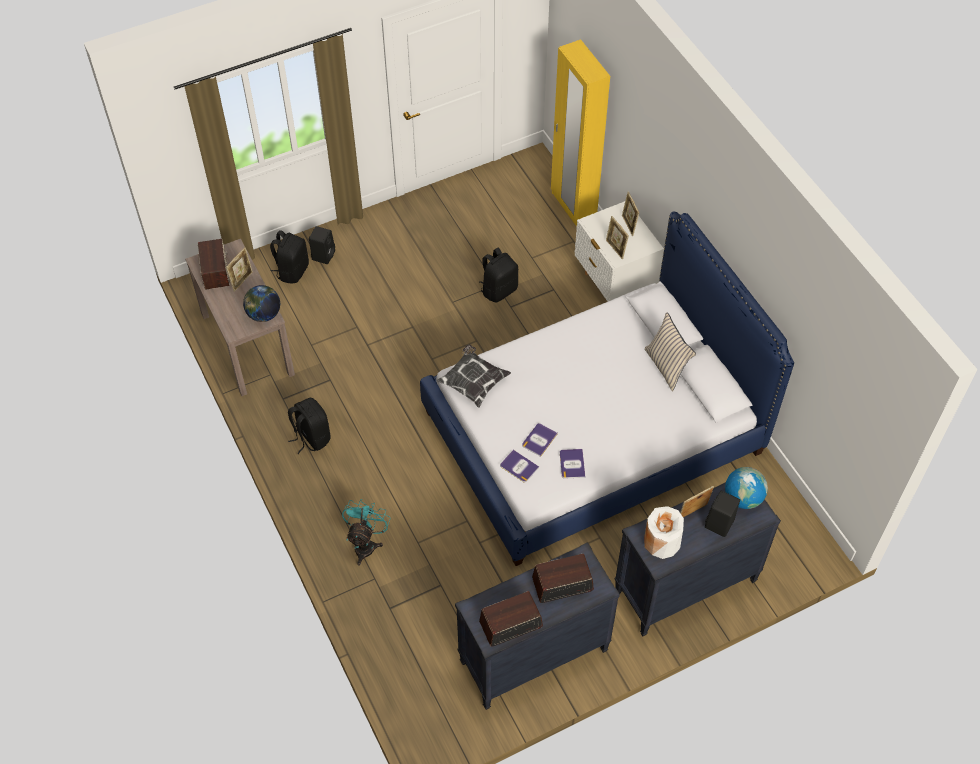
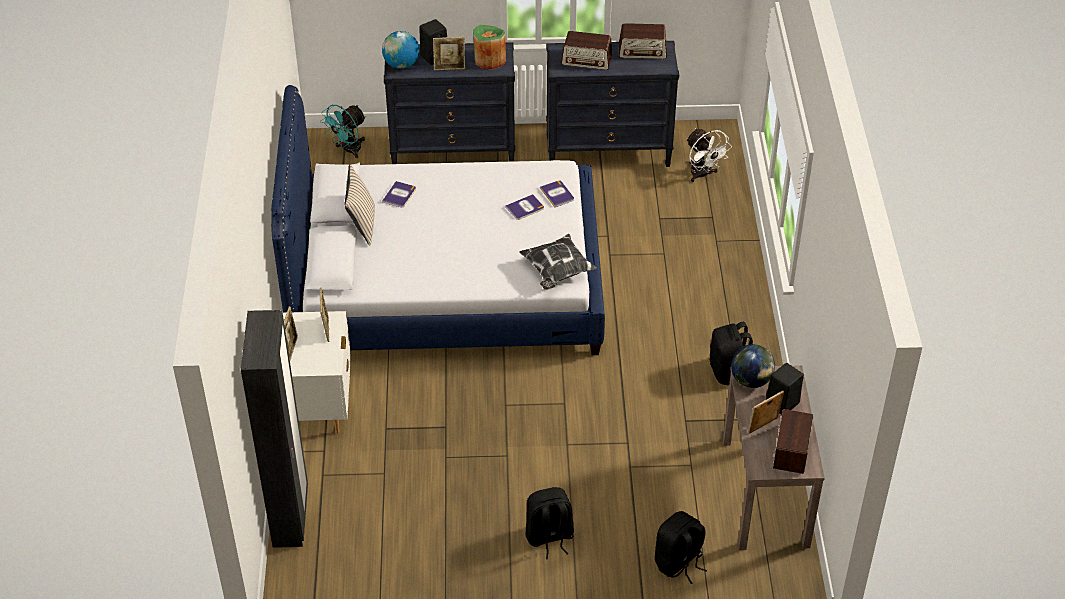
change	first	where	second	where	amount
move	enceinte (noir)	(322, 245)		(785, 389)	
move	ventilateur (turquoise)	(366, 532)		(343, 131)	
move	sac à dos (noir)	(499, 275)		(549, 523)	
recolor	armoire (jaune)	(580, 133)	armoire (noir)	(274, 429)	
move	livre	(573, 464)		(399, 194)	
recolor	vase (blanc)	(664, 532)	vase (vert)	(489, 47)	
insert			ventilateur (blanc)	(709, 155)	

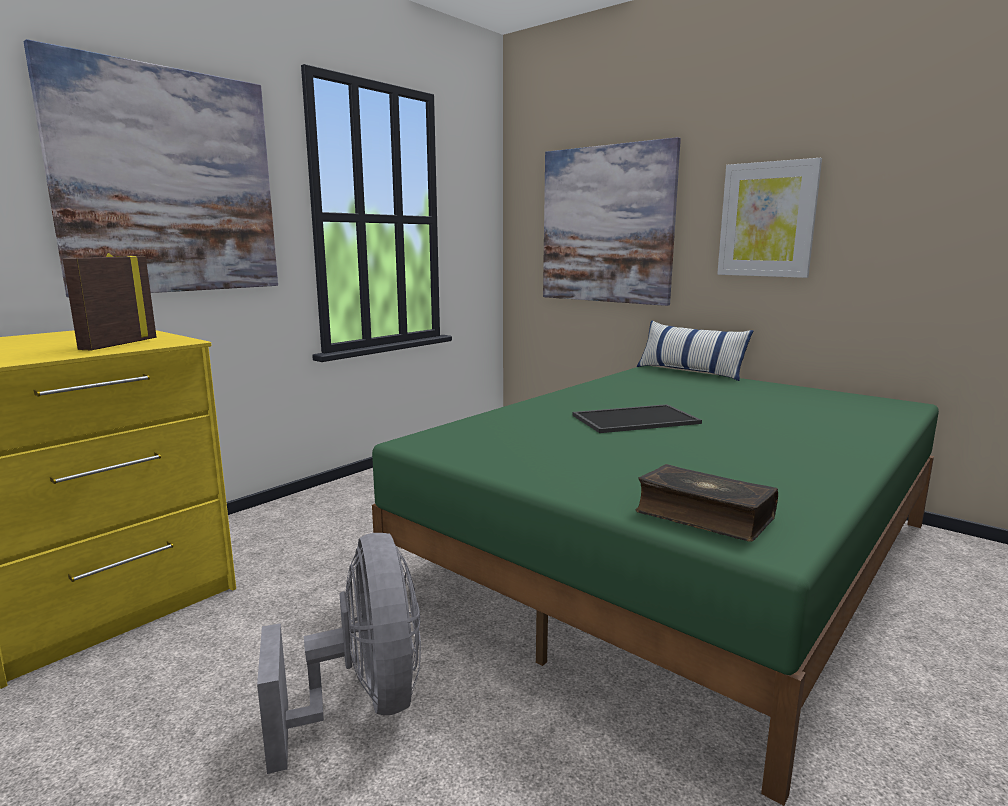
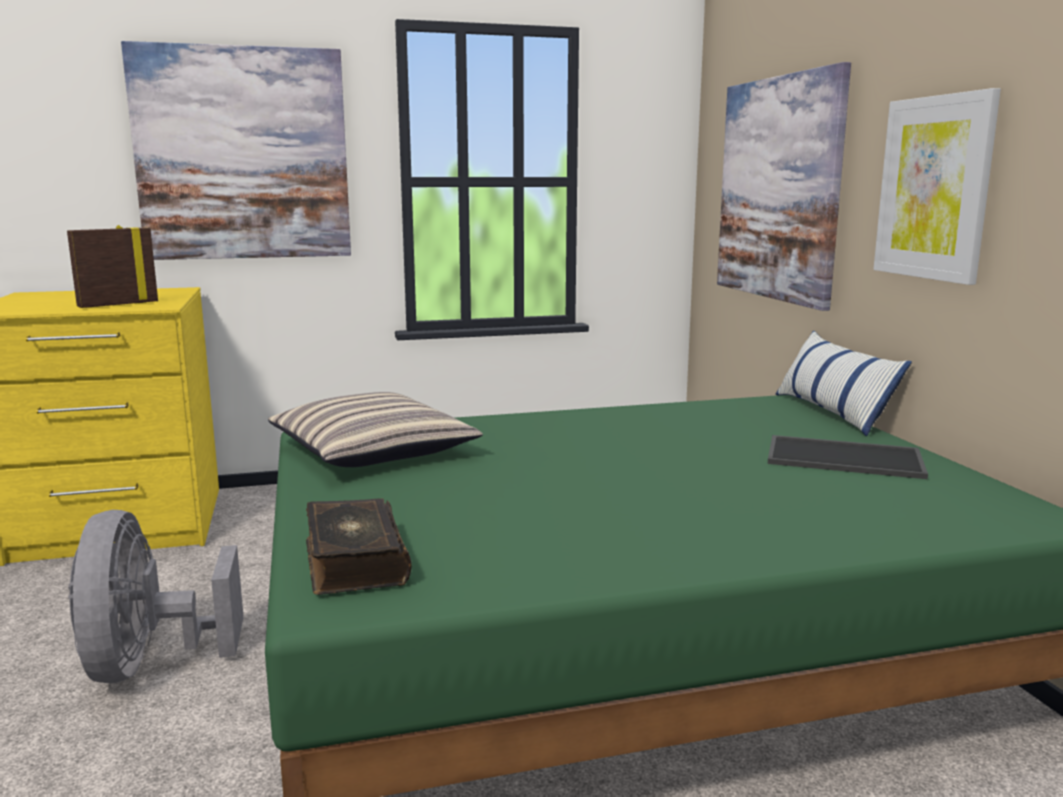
change	first	where	second	where	amount
rotate	ventilateur (gris)	(339, 653)		(156, 596)	150 degrees clockwise
move	plateau	(637, 418)		(848, 457)	
insert			coussin	(375, 429)	

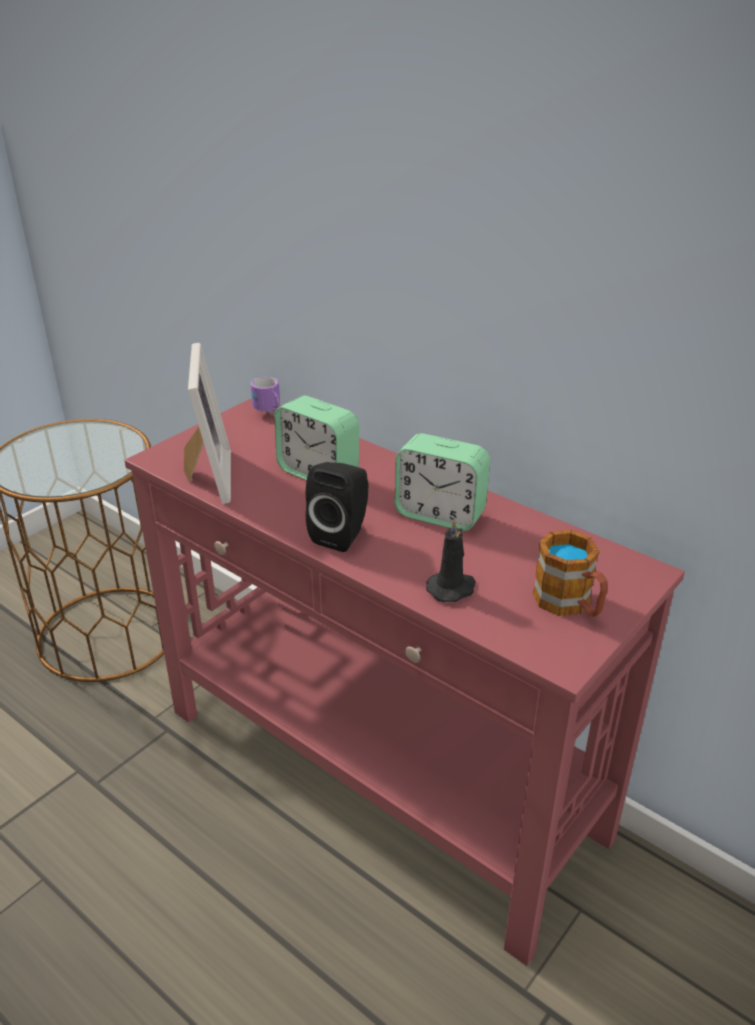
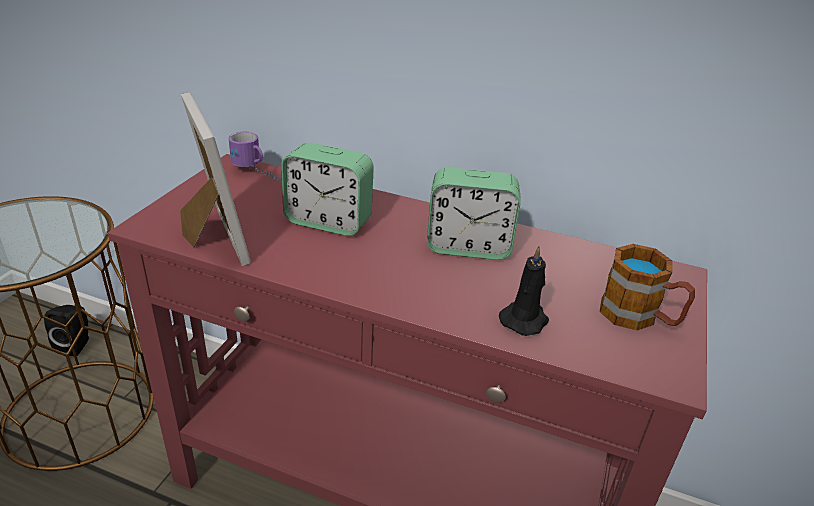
change	first	where	second	where	amount
move	enceinte (noir)	(337, 507)		(66, 330)	

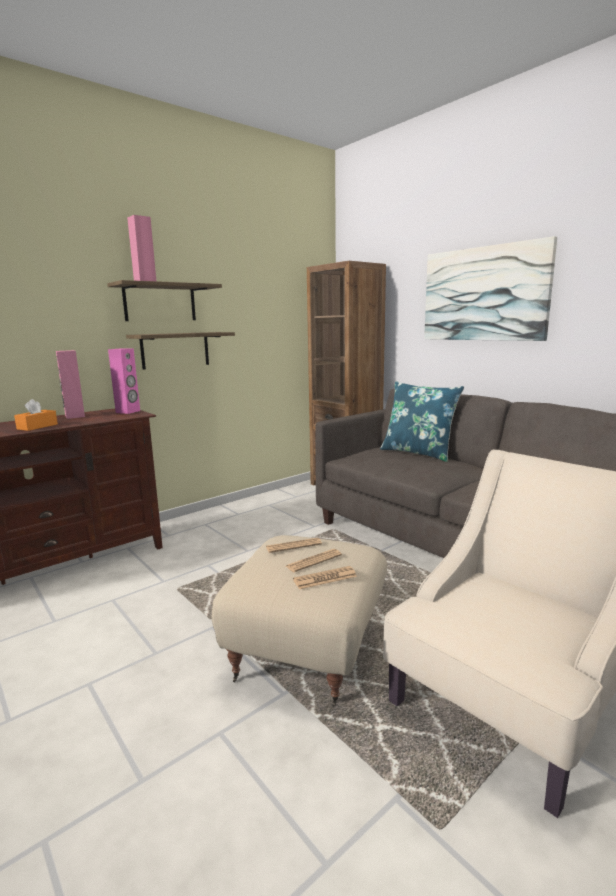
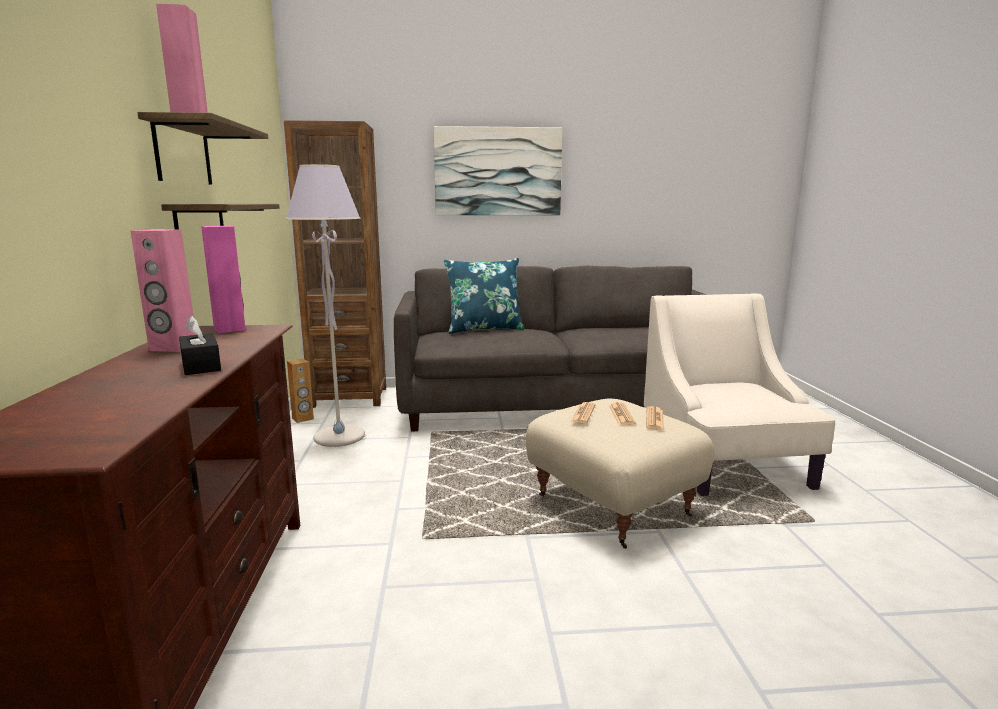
change	first	where	second	where	amount
recolor	boîte à mouchoirs (orange)	(36, 415)	boîte à mouchoirs (noir)	(200, 345)	
insert			lampadaire (gris)	(325, 305)	
insert			enceinte (marron)	(300, 391)	

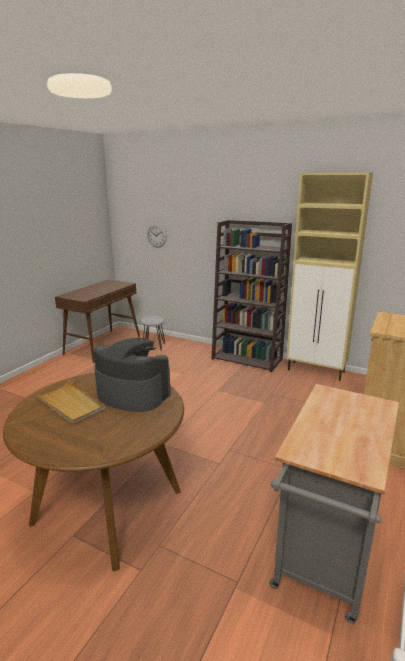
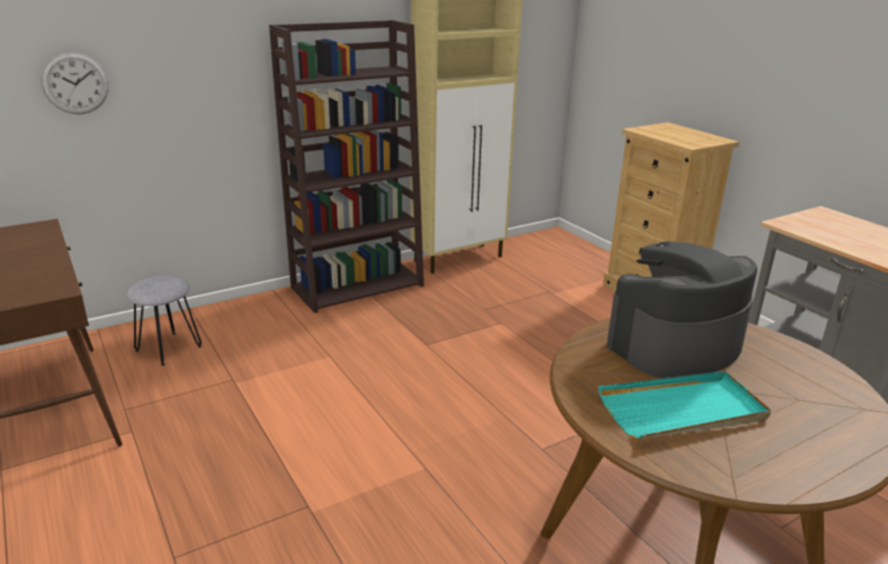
change	first	where	second	where	amount
recolor	plateau (beige)	(69, 402)	plateau (turquoise)	(684, 405)	

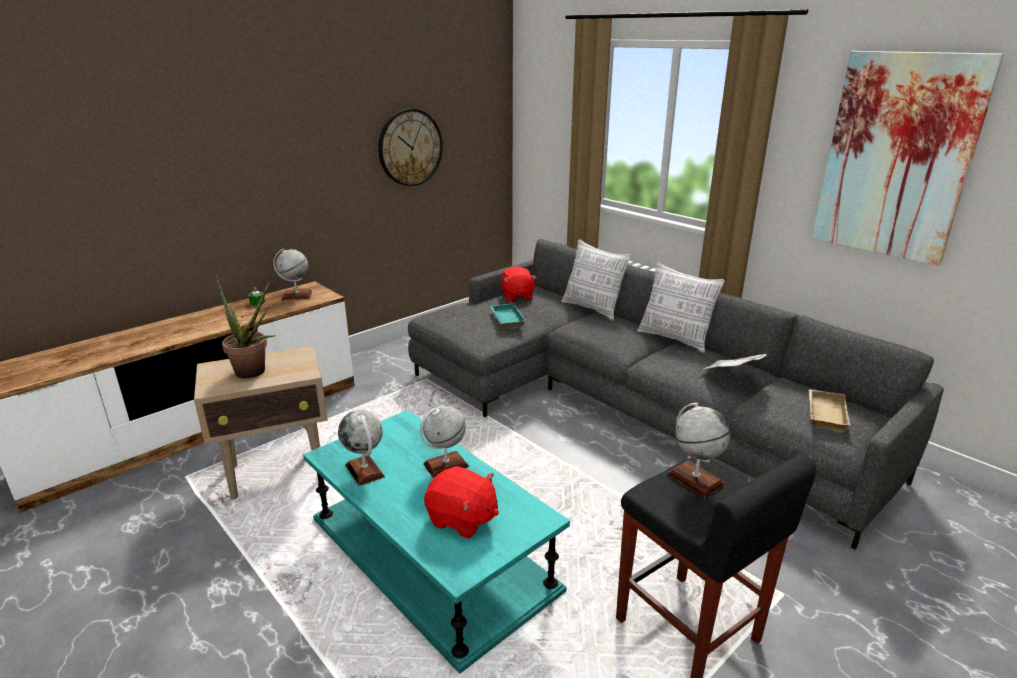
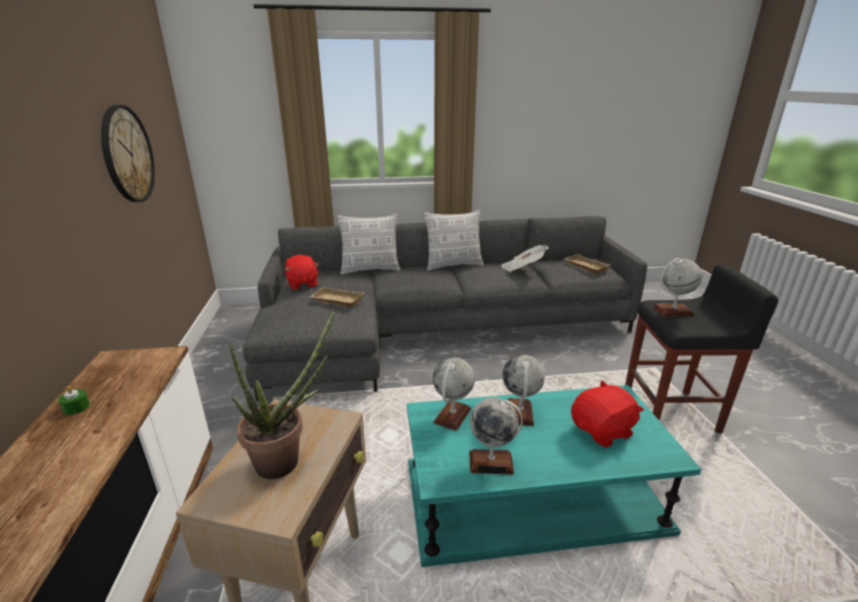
change	first	where	second	where	amount
move	globe	(292, 274)		(454, 394)	
recolor	plateau (turquoise)	(508, 315)	plateau (beige)	(337, 297)	
rotate	peluche (rouge)	(519, 284)		(301, 272)	45 degrees clockwise
delete	tableau	(908, 158)			

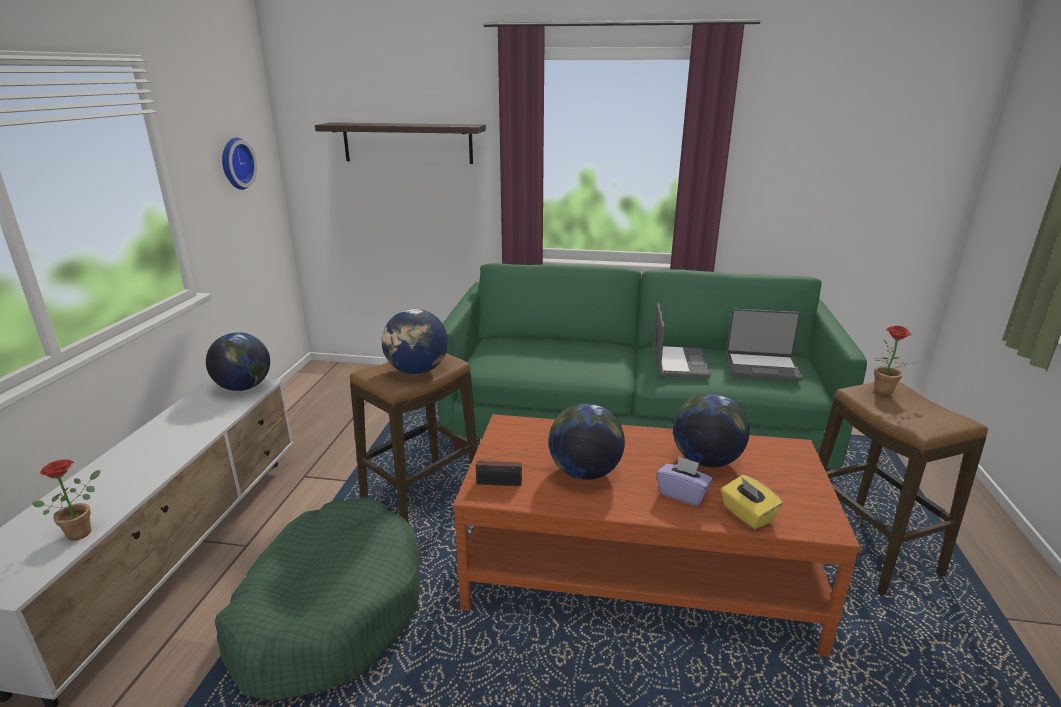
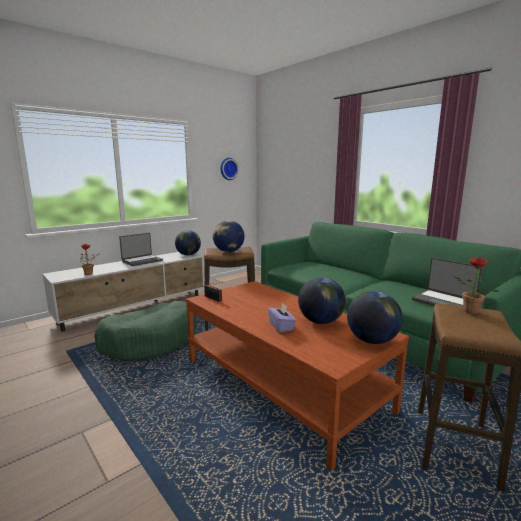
change	first	where	second	where	amount
delete	étagère	(400, 143)			
move	globe	(587, 441)		(375, 317)	
move	ordinateur portable	(682, 340)		(141, 249)	
delete	boîte à mouchoirs (jaune)	(752, 502)			

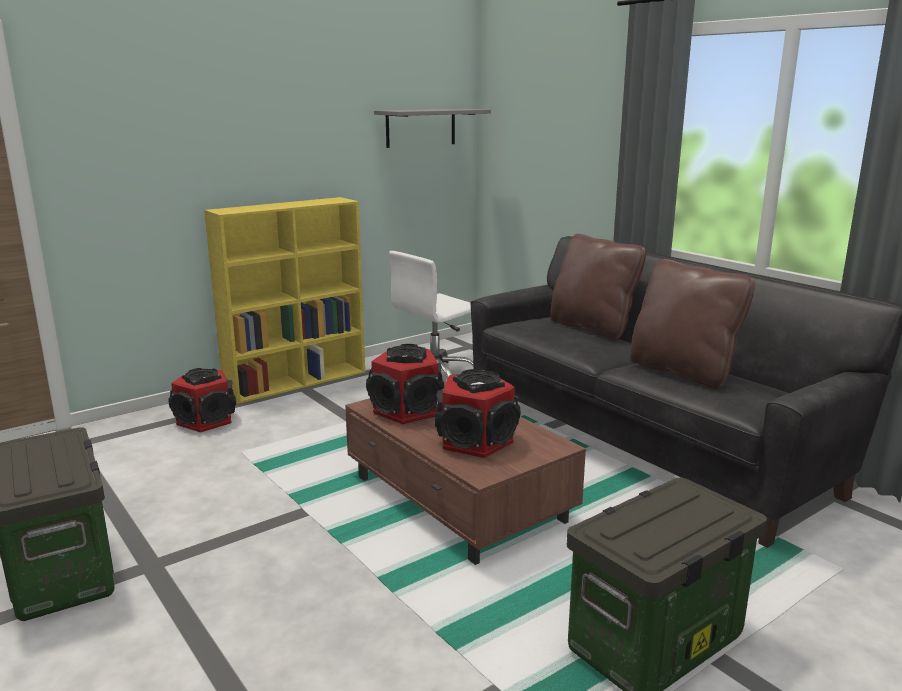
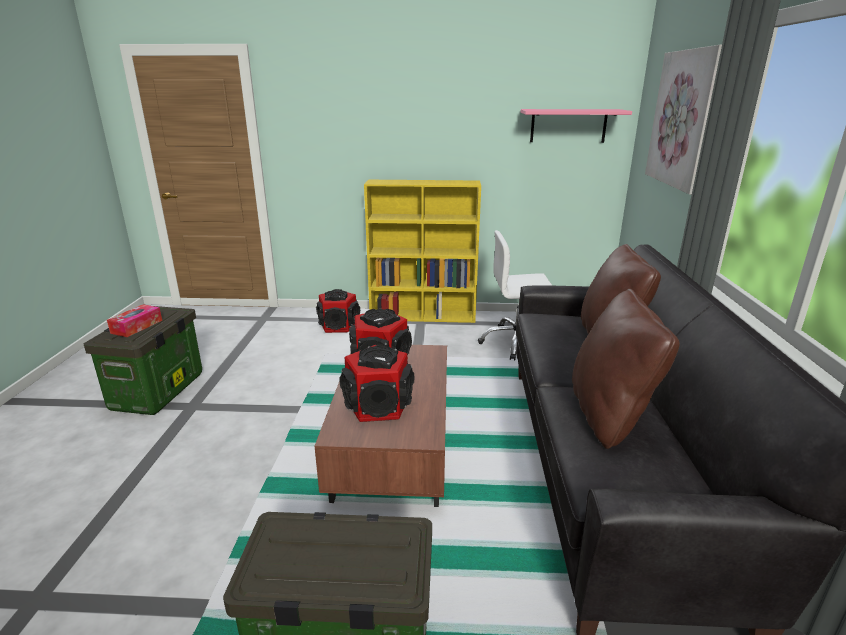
change	first	where	second	where	amount
recolor	étagère (gris)	(432, 128)	étagère (rose)	(576, 126)	
insert			boîte à mouchoirs	(134, 320)	
insert			tableau	(683, 120)	

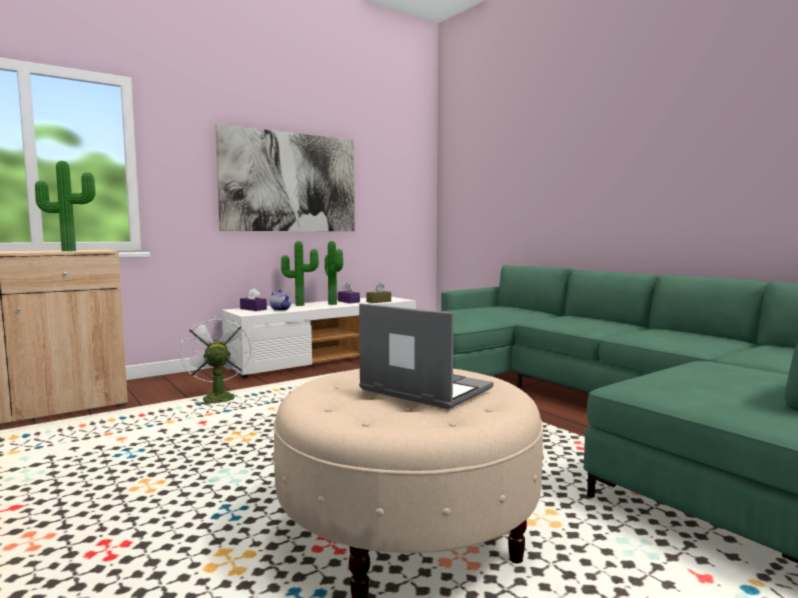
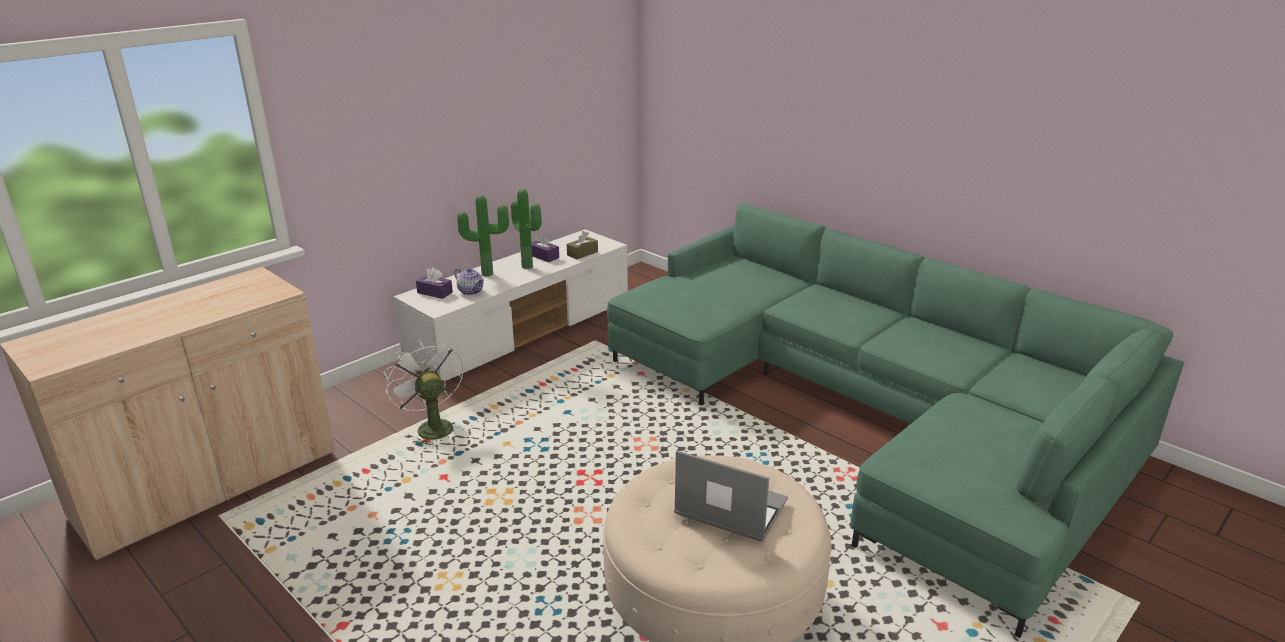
change	first	where	second	where	amount
delete	plante en pot	(65, 206)			
delete	tableau	(285, 177)			

